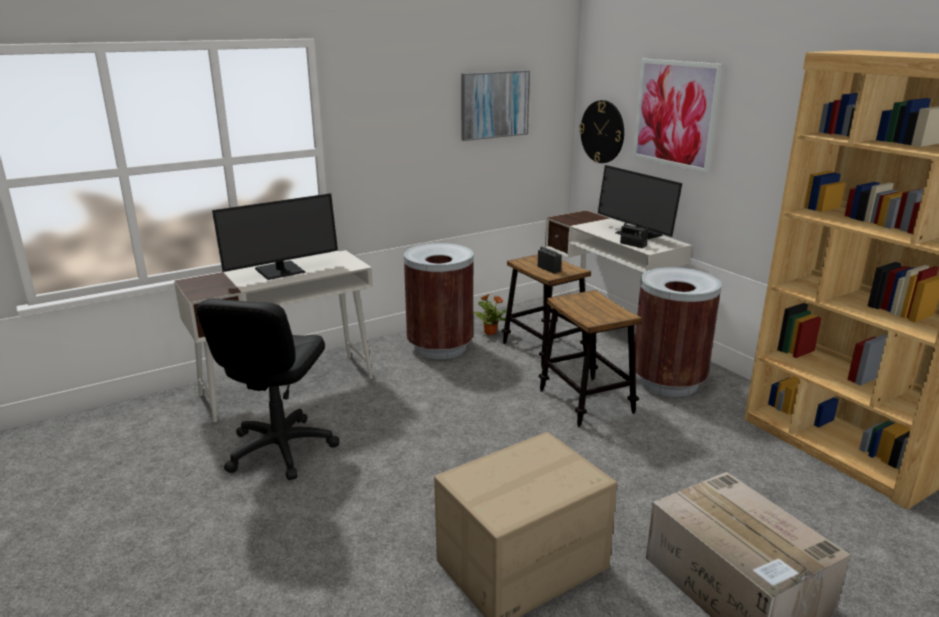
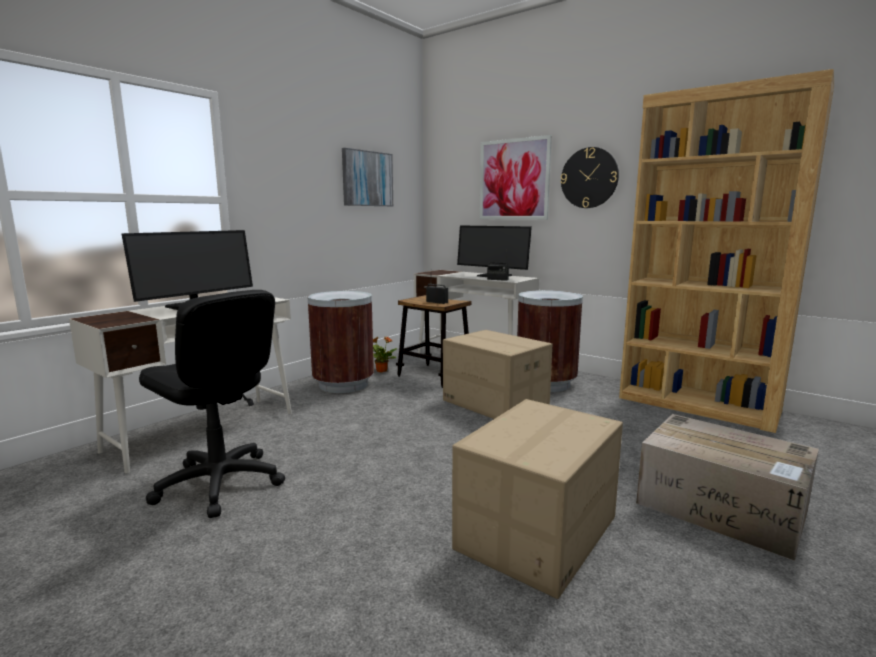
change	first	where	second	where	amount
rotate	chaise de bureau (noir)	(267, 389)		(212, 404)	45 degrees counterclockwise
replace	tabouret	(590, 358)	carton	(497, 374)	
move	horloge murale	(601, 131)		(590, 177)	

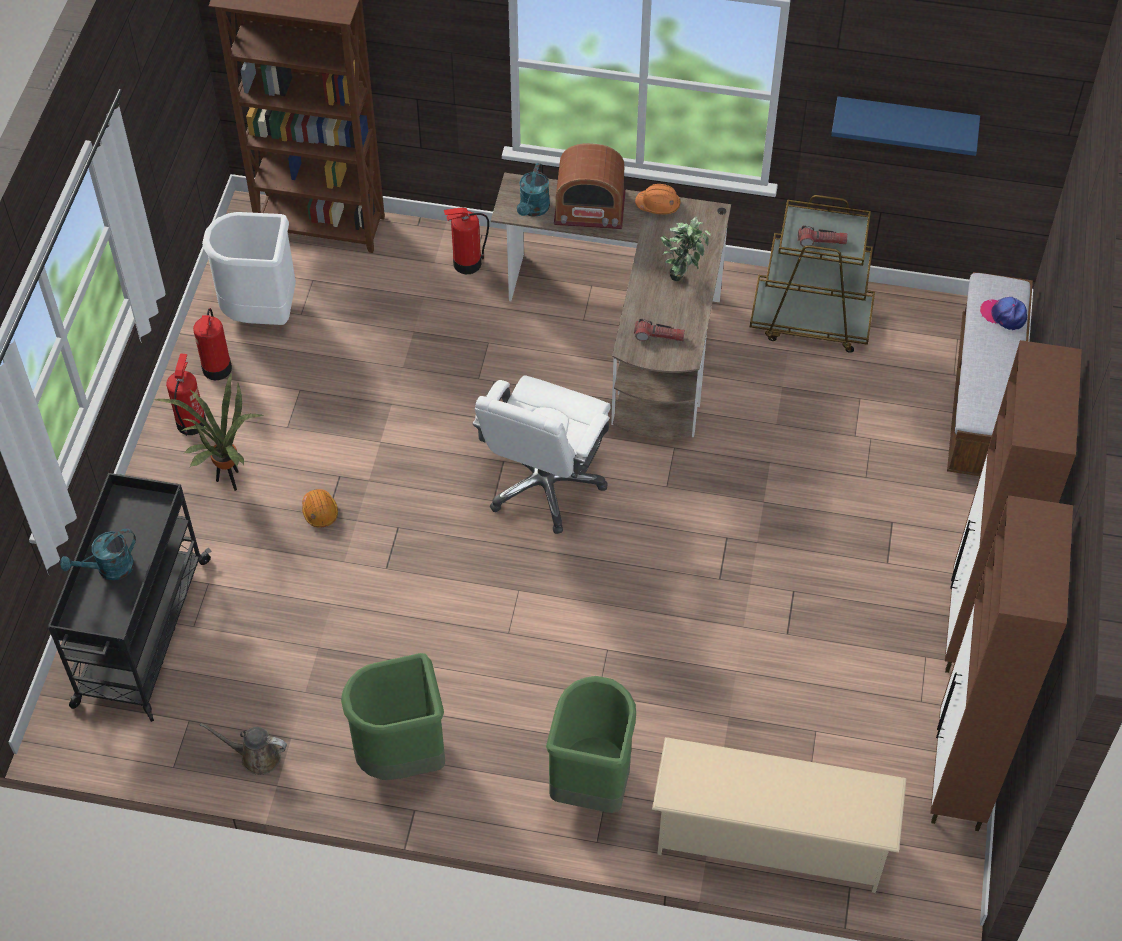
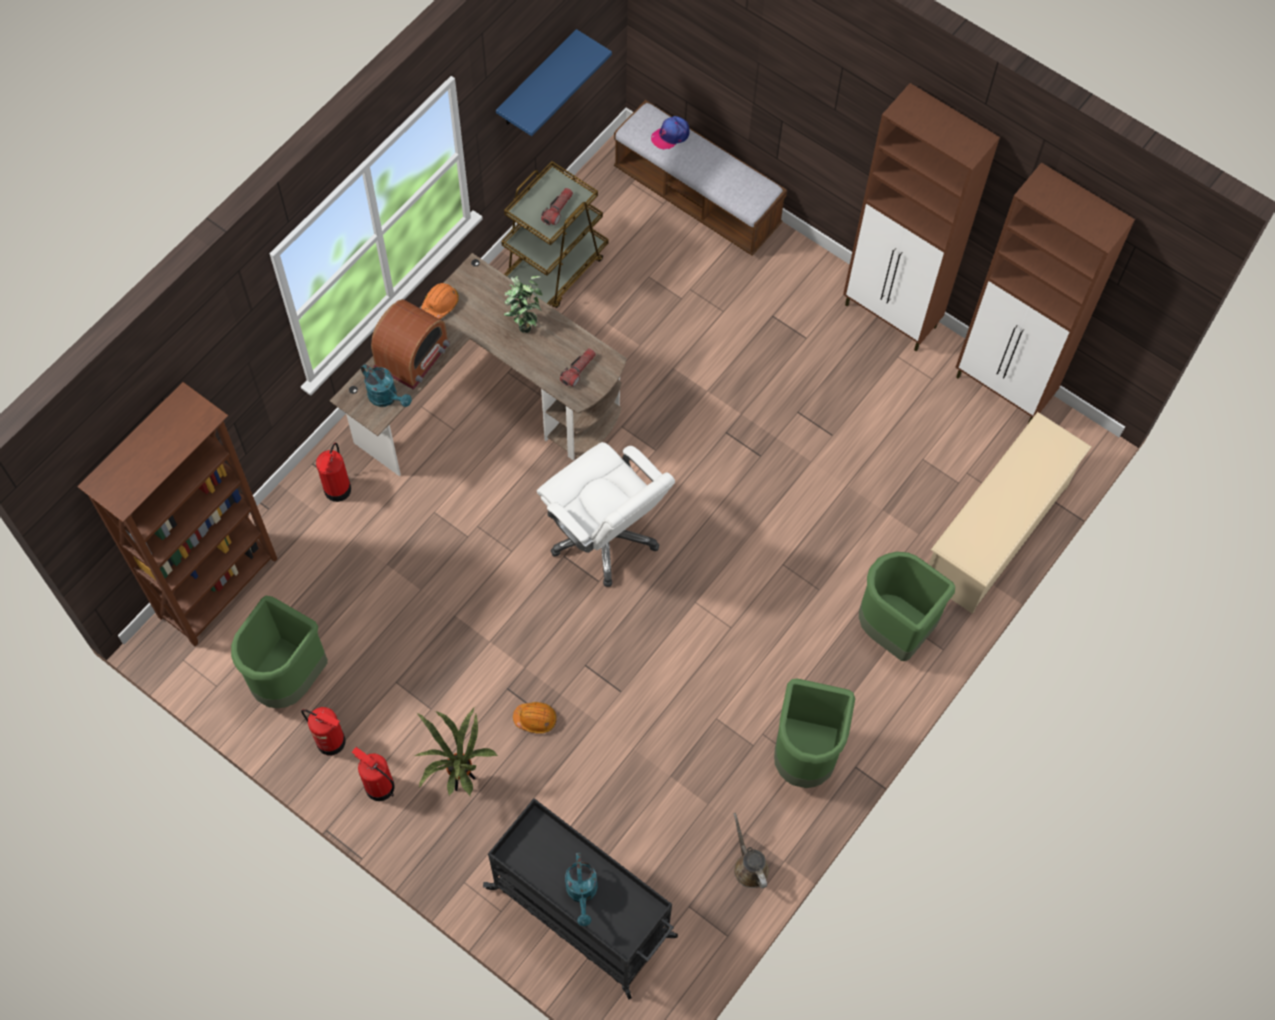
change	first	where	second	where	amount
rotate	arrosoir (marron)	(243, 749)		(751, 851)	120 degrees clockwise
recolor	poubelle (blanc)	(249, 268)	poubelle (vert)	(279, 652)	

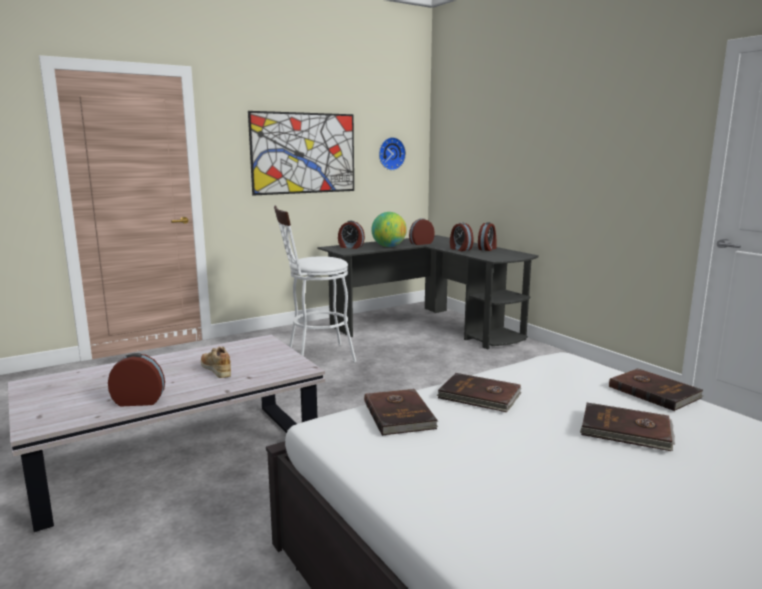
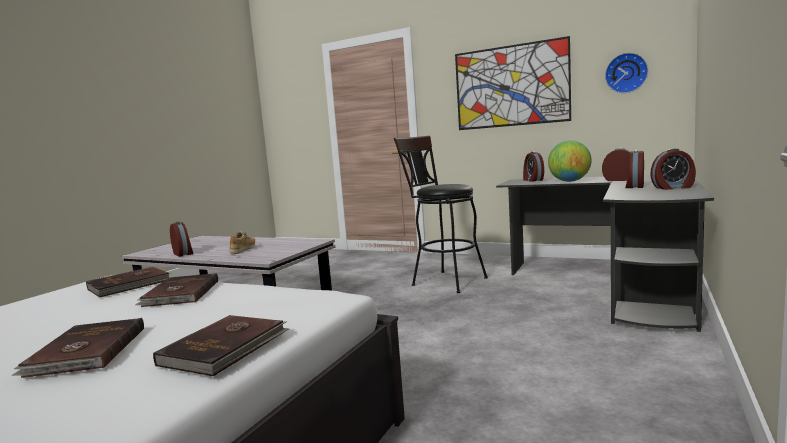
change	first	where	second	where	amount
recolor	tabouret (blanc)	(315, 284)	tabouret (noir)	(441, 214)	

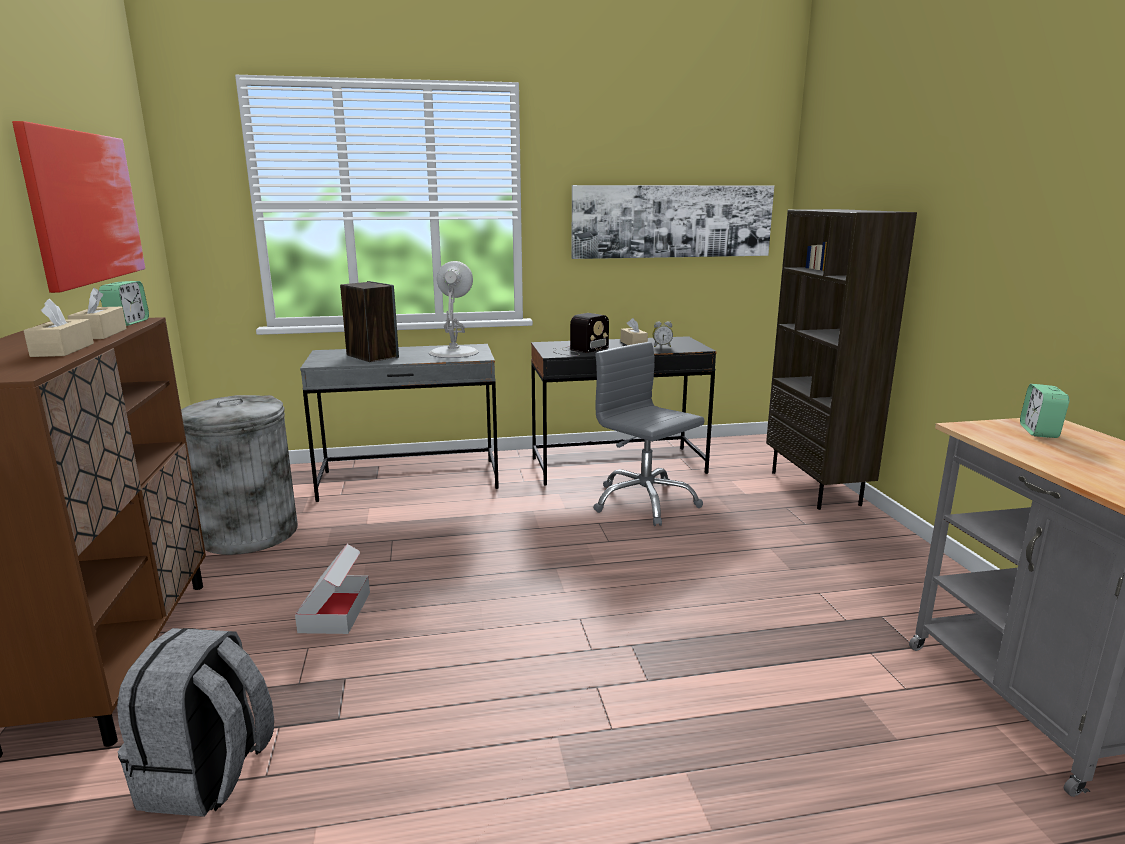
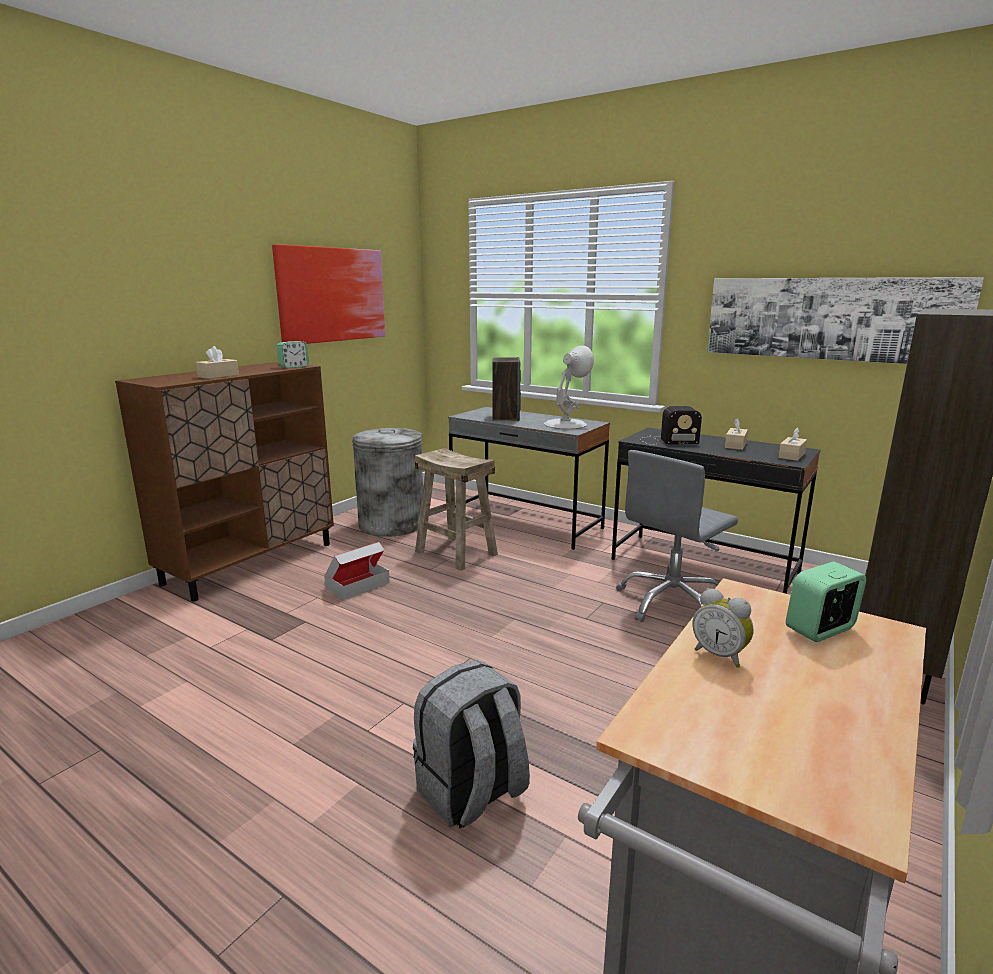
change	first	where	second	where	amount
move	boîte à mouchoirs (beige)	(97, 313)		(792, 444)	
move	sac à dos (gris)	(195, 722)		(471, 744)	
rotate	chaise de bureau (gris)	(649, 434)		(677, 536)	135 degrees counterclockwise
move	réveil	(663, 334)		(723, 628)	
insert			tabouret (beige)	(456, 509)	

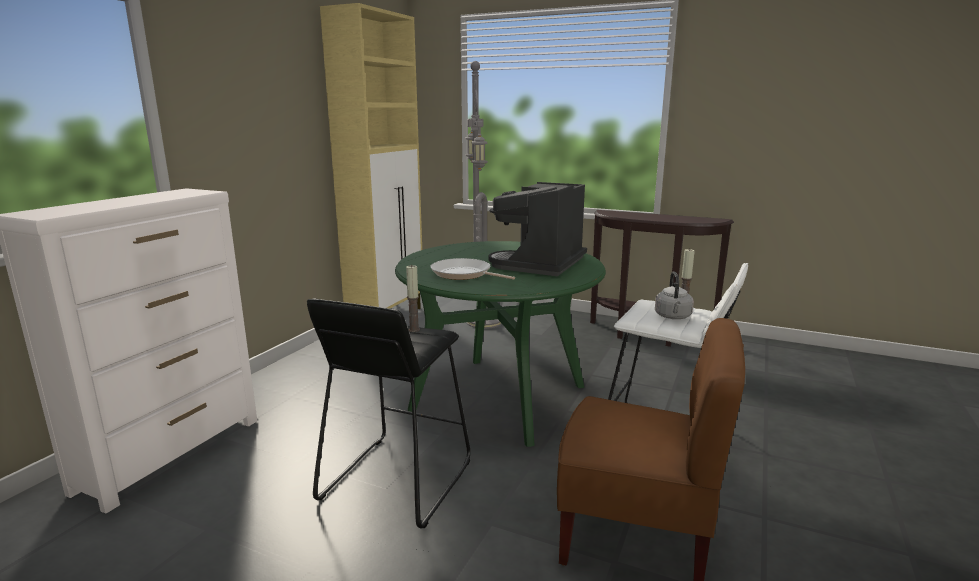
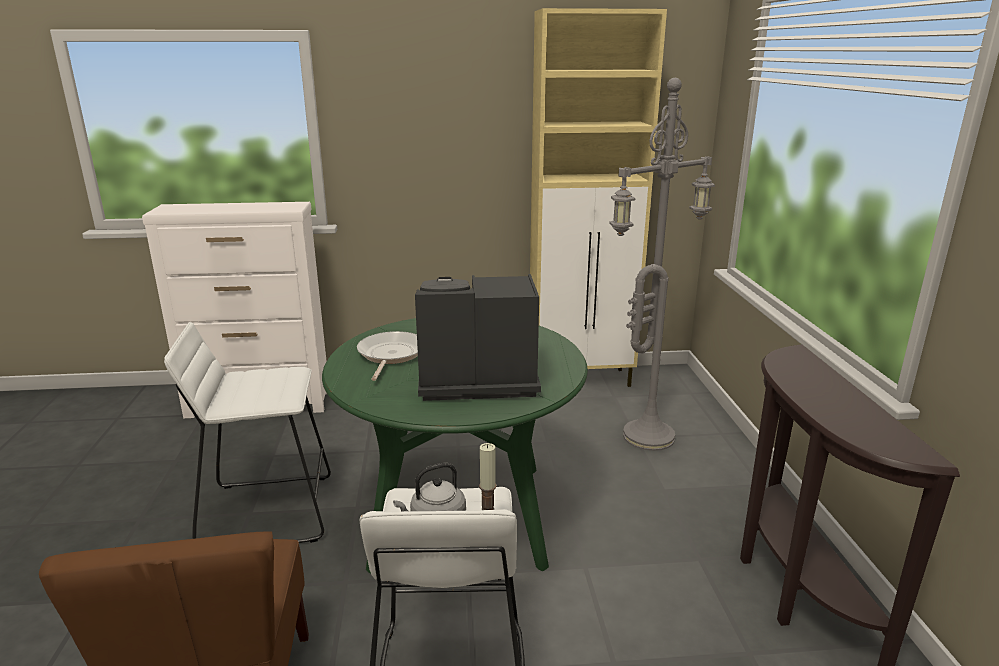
change	first	where	second	where	amount
recolor	tabouret (noir)	(388, 413)	tabouret (blanc)	(247, 432)	
delete	bougie	(413, 298)			

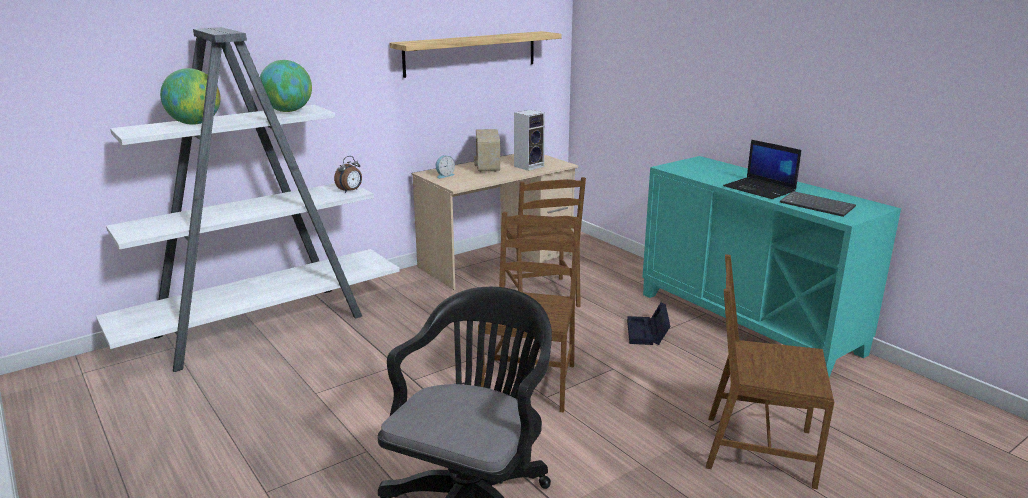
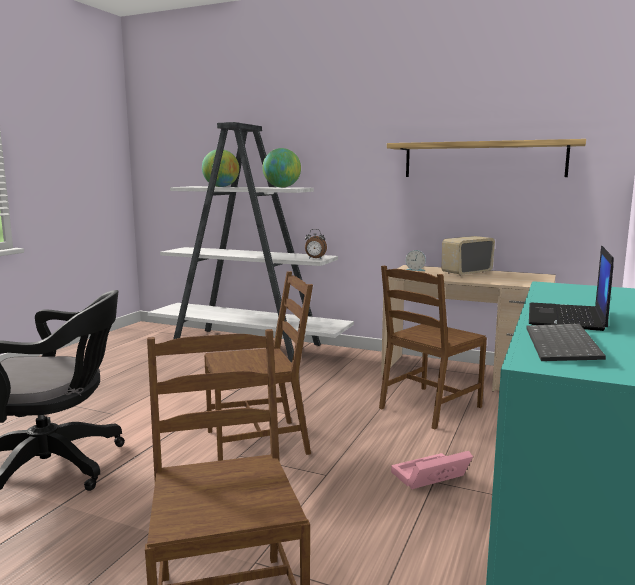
change	first	where	second	where	amount
delete	enceinte	(529, 140)			
recolor	boîte de rangement (noir)	(648, 324)	boîte de rangement (rose)	(432, 470)	

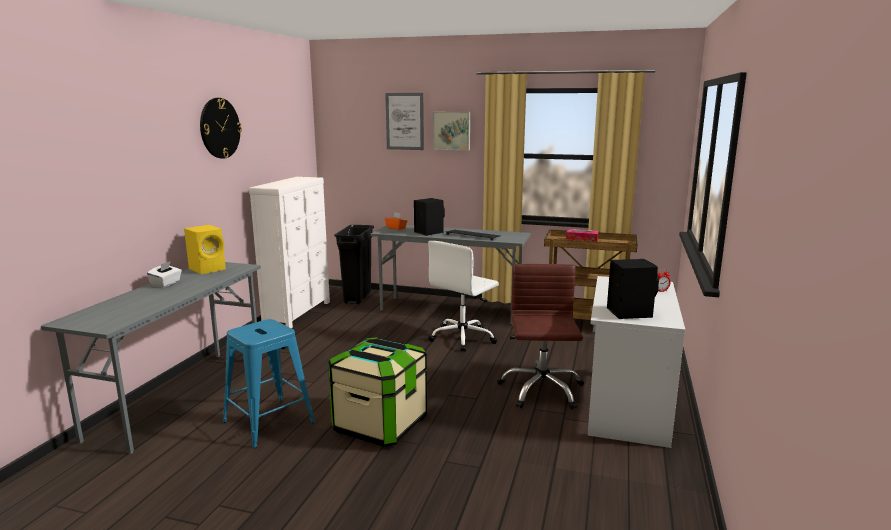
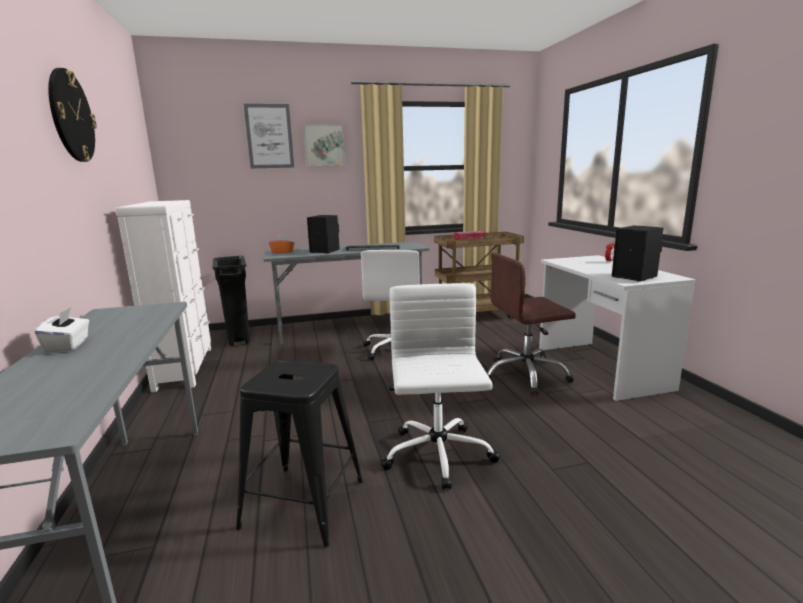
change	first	where	second	where	amount
delete	enceinte (jaune)	(205, 249)			
recolor	tabouret (bleu)	(269, 383)	tabouret (noir)	(299, 453)	
replace	boîte de rangement	(377, 392)	chaise de bureau (blanc)	(440, 386)	
rotate	chaise de bureau (marron)	(540, 336)		(531, 324)	75 degrees counterclockwise

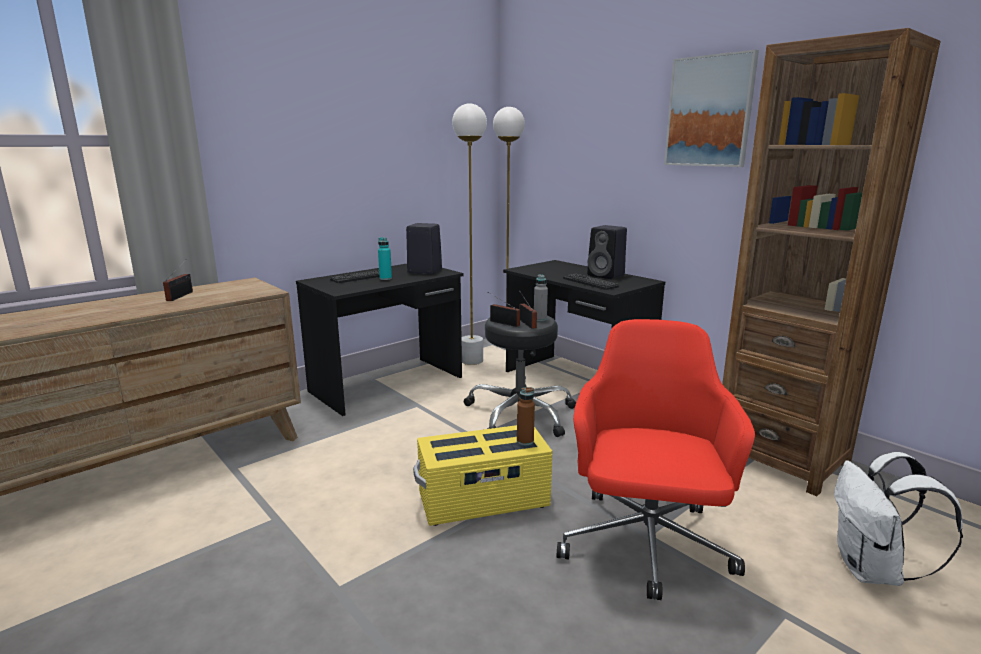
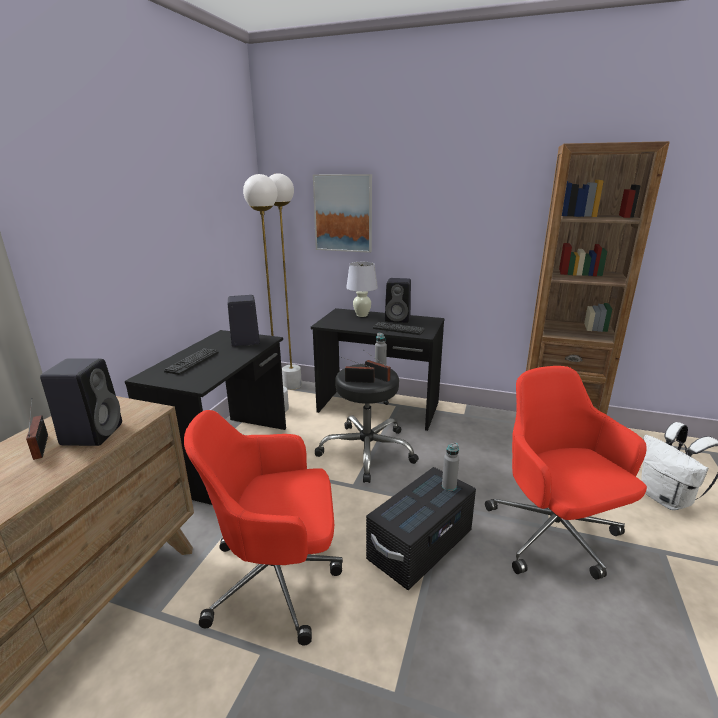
change	first	where	second	where	amount
delete	bouteille (turquoise)	(385, 258)			
recolor	boîte de rangement (jaune)	(482, 475)	boîte de rangement (noir)	(421, 528)	
recolor	bouteille (marron)	(526, 416)	bouteille (gris)	(450, 467)	
move	tableau	(711, 108)		(342, 213)	
insert			enceinte (noir)	(81, 402)	
insert			chaise de bureau (rouge)	(263, 527)	
insert			lampe de table (blanc)	(362, 289)	

